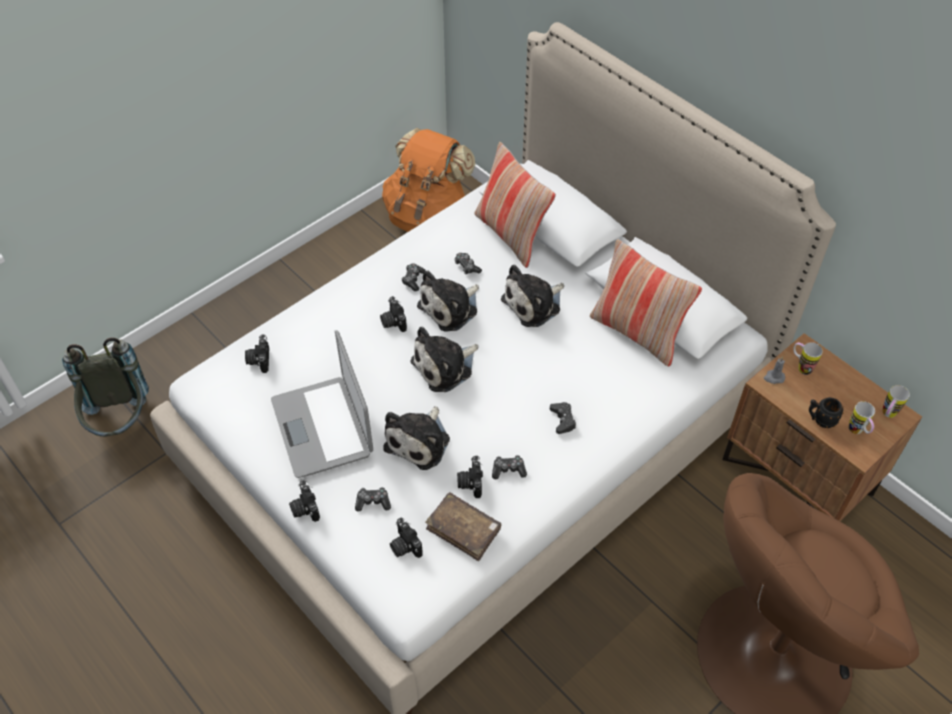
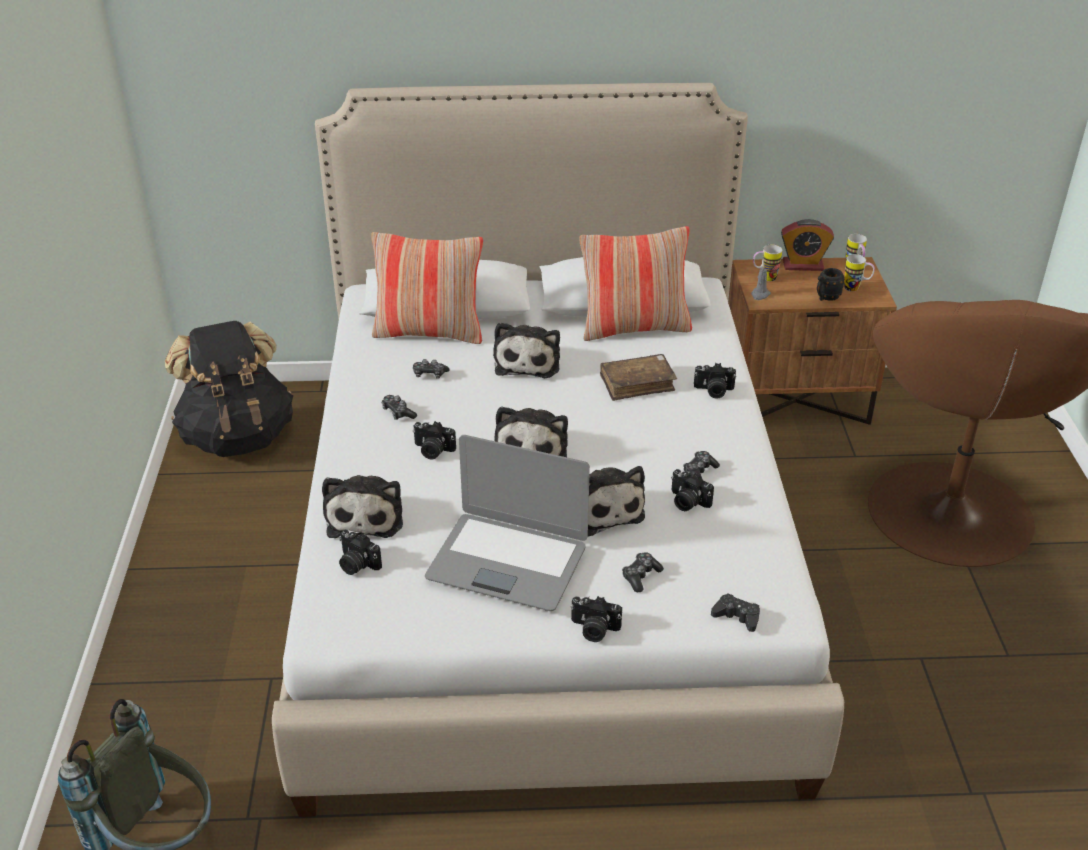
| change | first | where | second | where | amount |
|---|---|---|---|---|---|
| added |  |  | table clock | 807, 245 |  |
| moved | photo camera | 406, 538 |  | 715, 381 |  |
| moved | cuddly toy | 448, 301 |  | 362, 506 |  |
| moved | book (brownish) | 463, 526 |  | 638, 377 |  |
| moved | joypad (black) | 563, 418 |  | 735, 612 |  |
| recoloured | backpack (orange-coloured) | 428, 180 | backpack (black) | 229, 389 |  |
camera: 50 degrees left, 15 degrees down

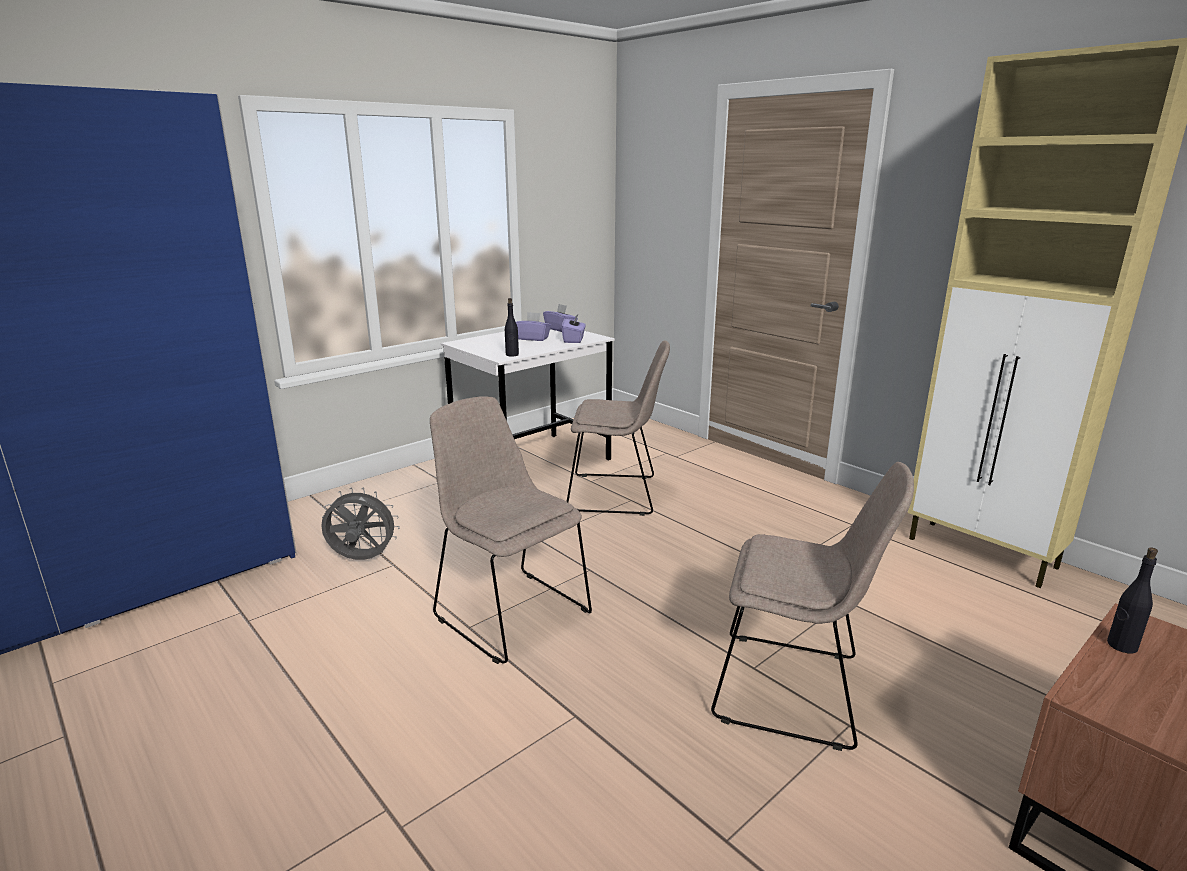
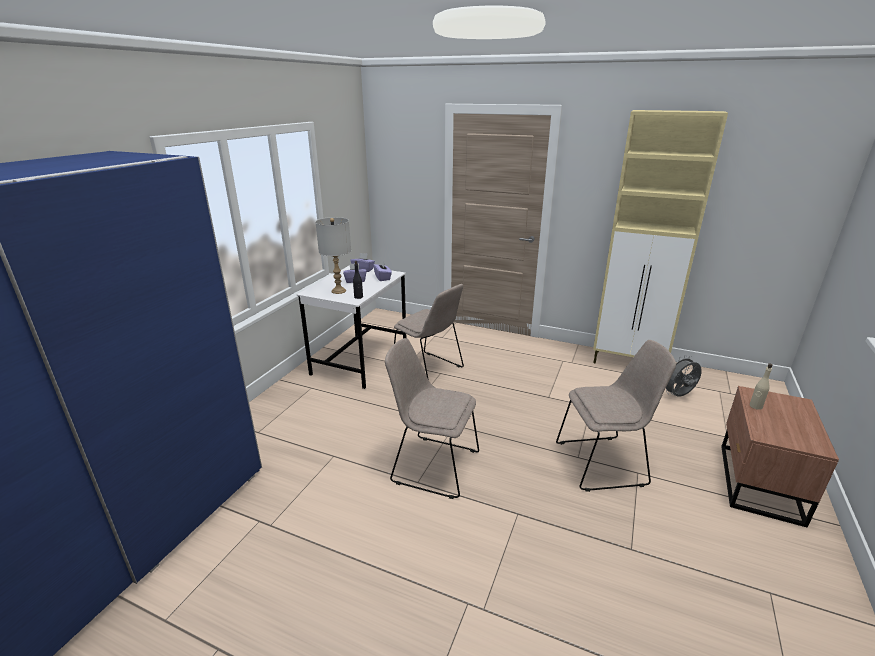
| change | first | where | second | where | amount |
|---|---|---|---|---|---|
| added |  |  | table lamp (gray) | 333, 255 |  |
| moved | fan (gray) | 360, 523 |  | 684, 376 |  |
| recoloured | drink bottle (black) | 1132, 600 | drink bottle (beige-coloured) | 761, 386 |  |
| turned | upright chair (beige-coloured) | 618, 428 |  | 429, 332 | 60 degrees clockwise |
camera: 25 degrees left, 5 degrees up

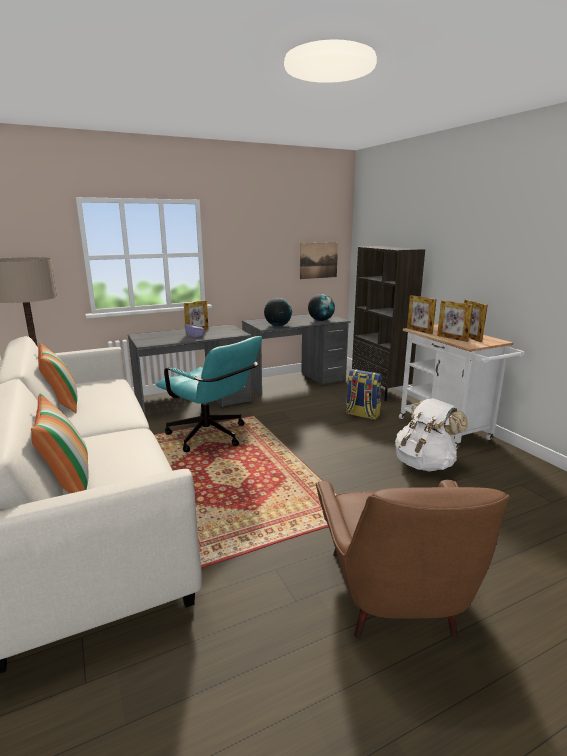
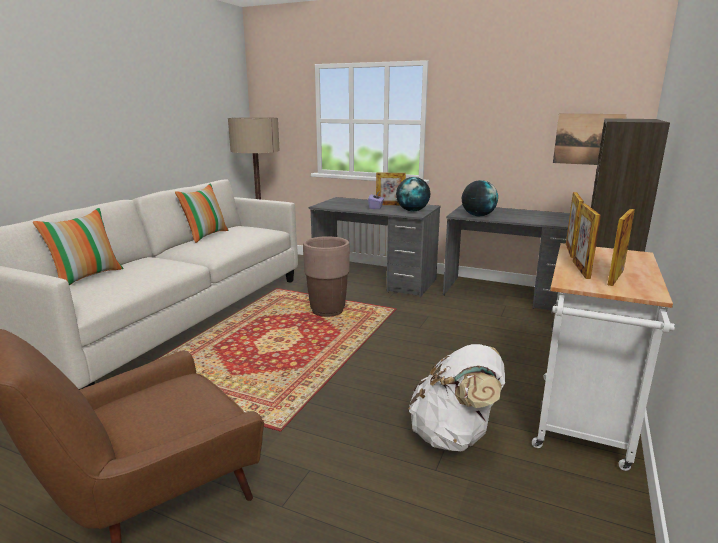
| change | first | where | second | where | amount |
|---|---|---|---|---|---|
| removed | backpack | 364, 394 |  |  |  |
| moved | desk globe | 321, 307 |  | 413, 194 |  |
| replaced | desk chair (turquoise) | 209, 394 | flower pot (brownish) | 326, 276 |  |
camera: 50 degrees right, 0 degrees up

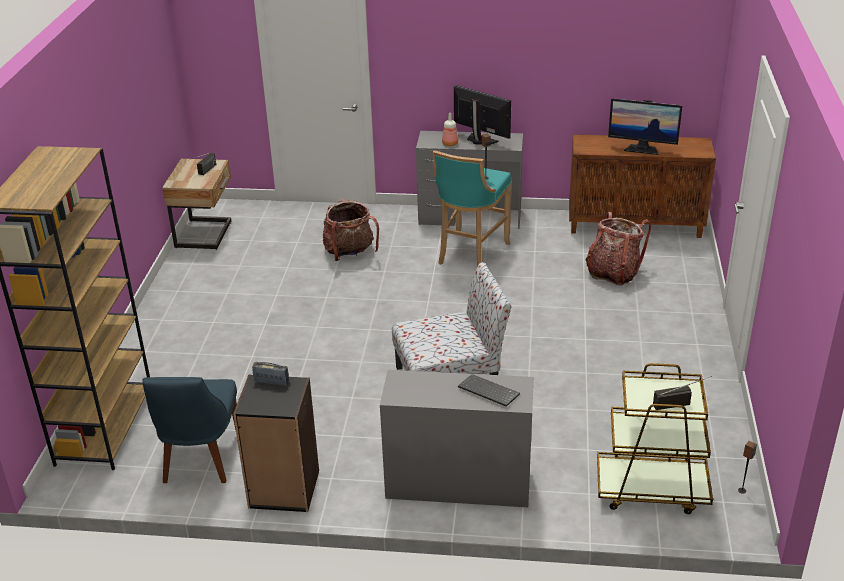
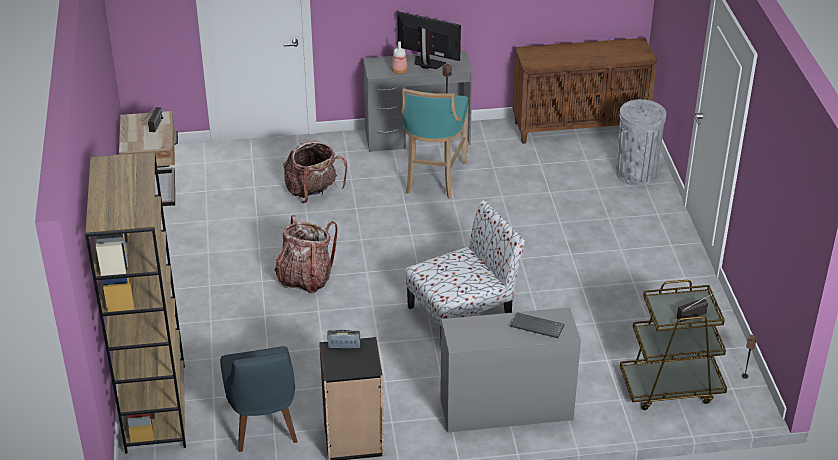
| change | first | where | second | where | amount |
|---|---|---|---|---|---|
| removed | computer screen | 645, 126 |  |  |  |
| added |  |  | rubbish bin (gray) | 641, 142 |  |
| moved | backpack | 618, 249 |  | 306, 254 |  |
camera: 15 degrees left, 5 degrees up

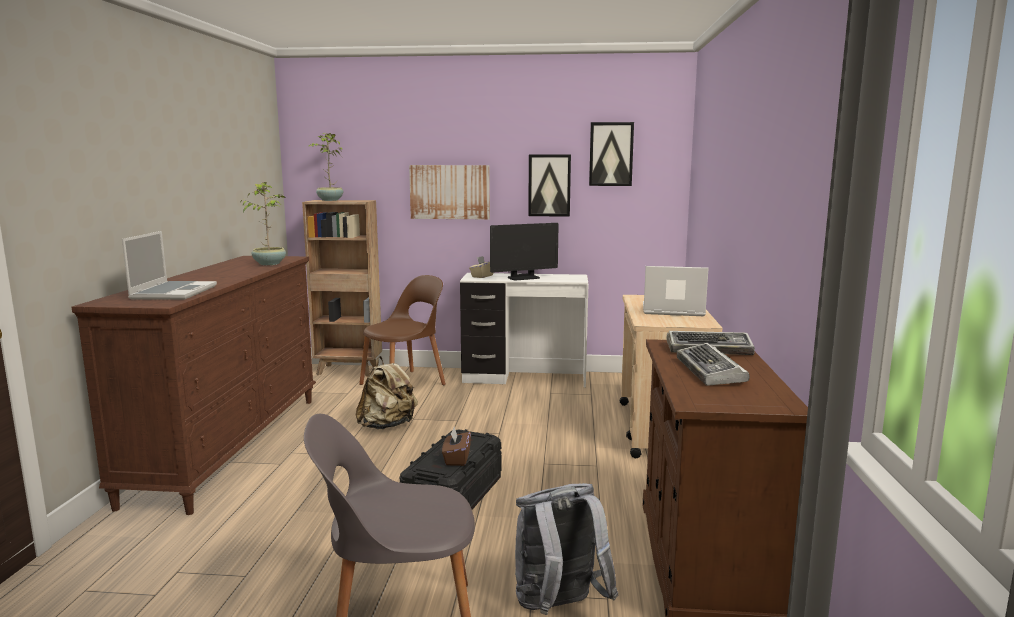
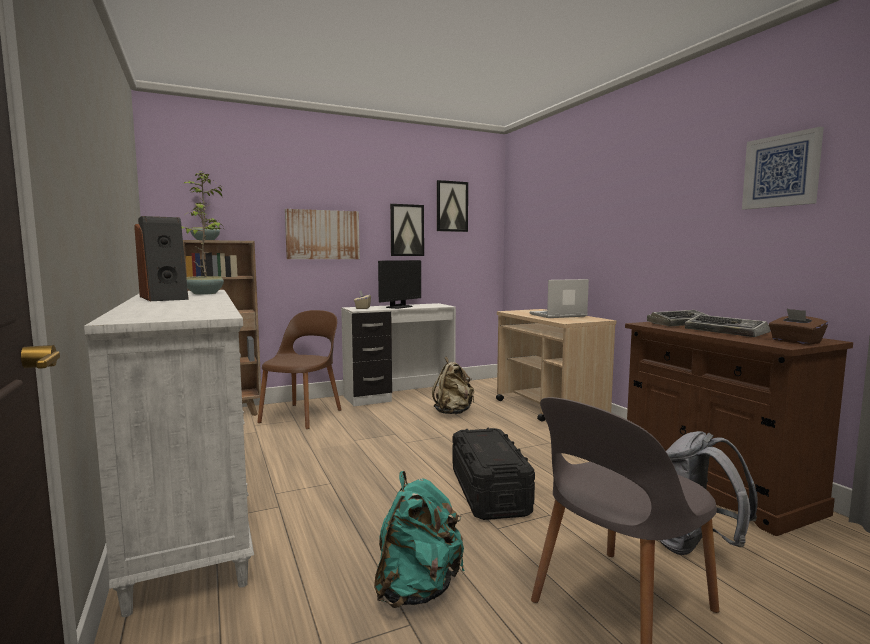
| change | first | where | second | where | amount |
|---|---|---|---|---|---|
| removed | laptop | 169, 265 |  |  |  |
| added |  |  | speaker | 161, 258 |  |
| added |  |  | backpack (turquoise) | 419, 539 |  |
| added |  |  | picture | 783, 168 |  |
| moved | backpack (beige-coloured) | 387, 392 |  | 453, 385 |  |
| moved | tissue box (brownish) | 456, 446 |  | 798, 327 |  |
| recoloured | drawer chest (brownish) | 193, 385 | drawer chest (whitish) | 169, 453 |  |
camera: 30 degrees left, 5 degrees down

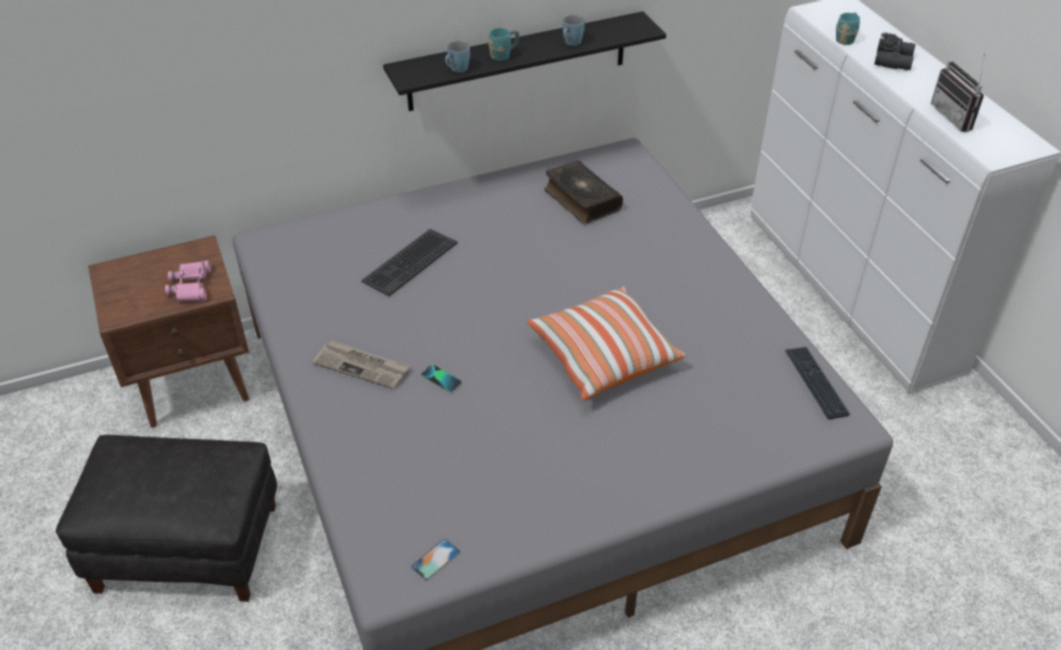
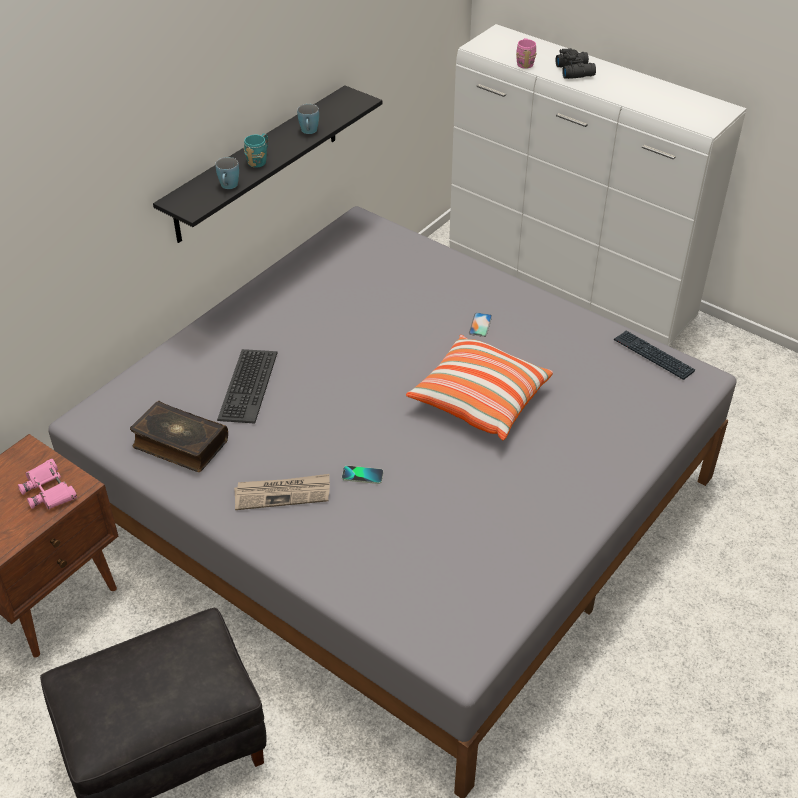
| change | first | where | second | where | amount |
|---|---|---|---|---|---|
| removed | radio set | 958, 93 |  |  |  |
| moved | phone | 435, 559 |  | 480, 324 |  |
| moved | book | 583, 192 |  | 179, 436 |  |
| recoloured | tea mug (turquoise) | 848, 28 | tea mug (pink) | 526, 53 |  |
camera: 30 degrees left, 0 degrees up

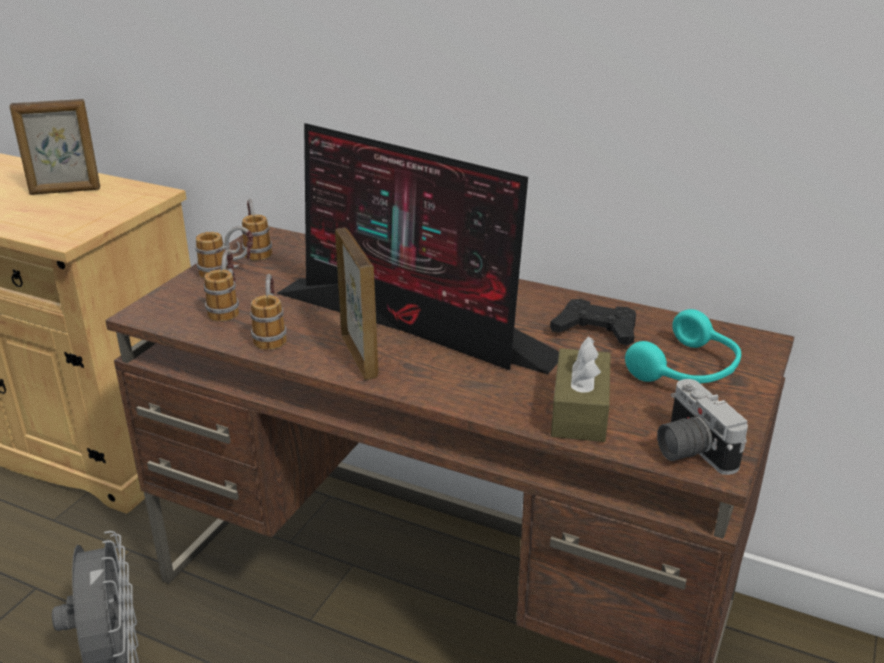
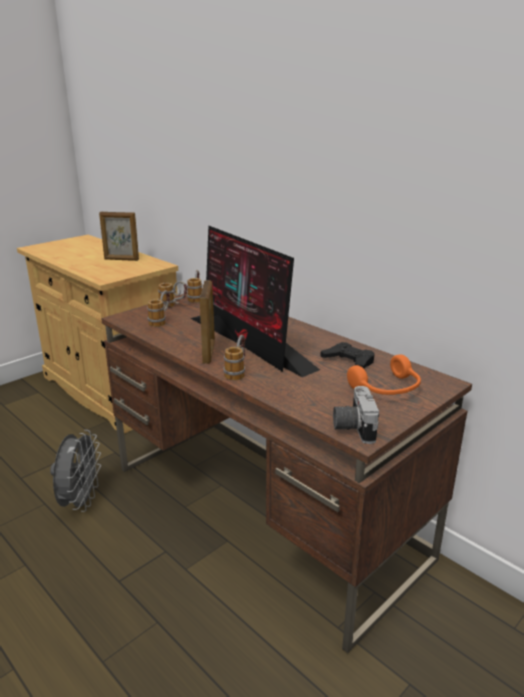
| change | first | where | second | where | amount |
|---|---|---|---|---|---|
| removed | tissue box (brownish) | 581, 389 |  |  |  |
| moved | tea mug | 268, 312 |  | 234, 358 |  |
| recoloured | headphones (turquoise) | 683, 346 | headphones (orange-coloured) | 384, 374 |  |
camera: 20 degrees right, 5 degrees down

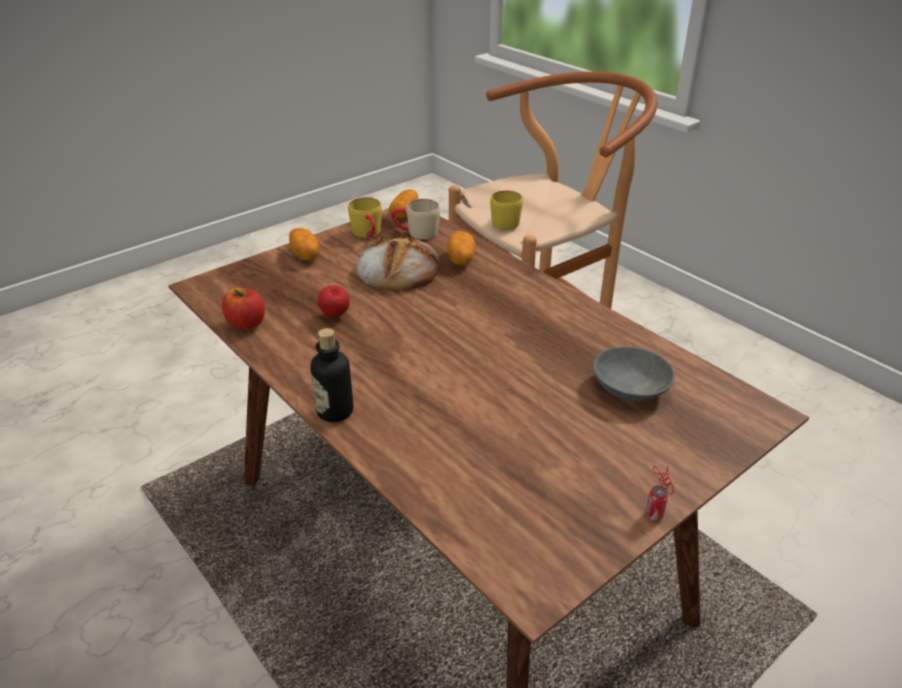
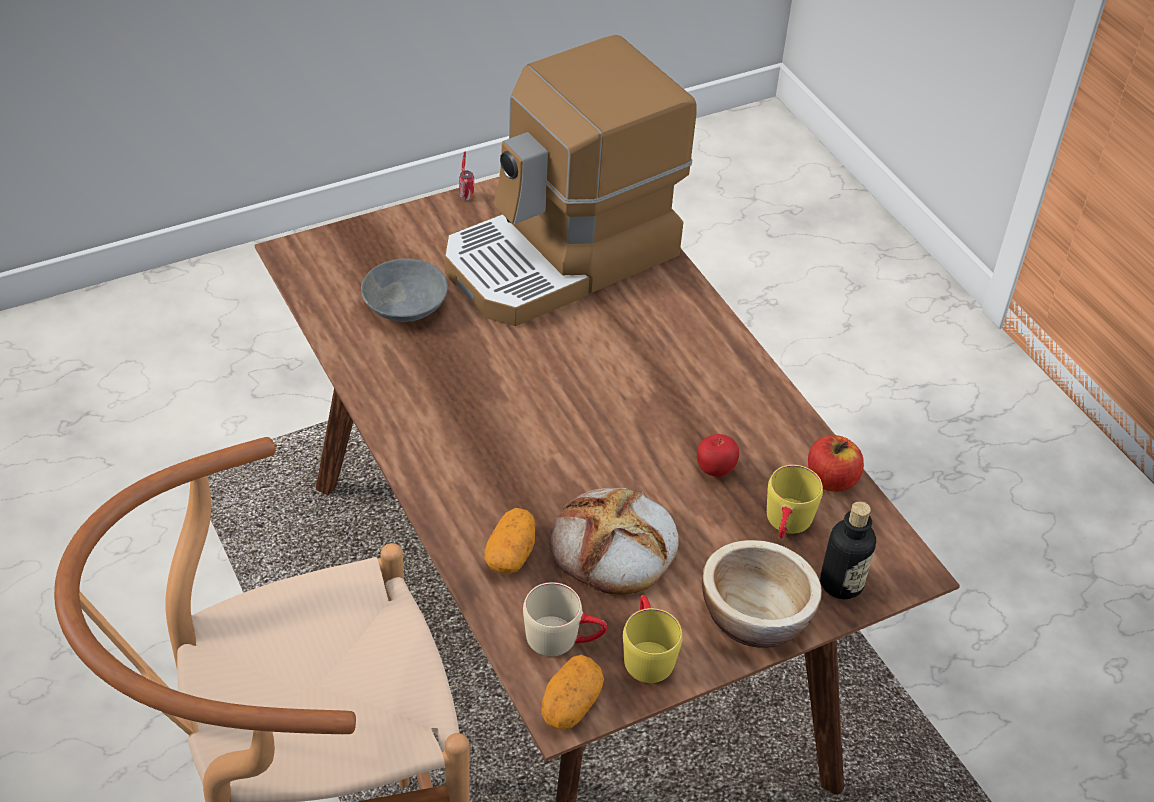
| change | first | where | second | where | amount |
|---|---|---|---|---|---|
| added |  |  | coffee maker | 570, 180 |  |
| moved | drink bottle | 331, 375 |  | 848, 550 |  |
| moved | tea mug (yellowish) | 506, 210 |  | 795, 502 |  |
| replaced | potato | 304, 244 | bowl | 762, 594 |  |
camera: 170 degrees left, 10 degrees up

